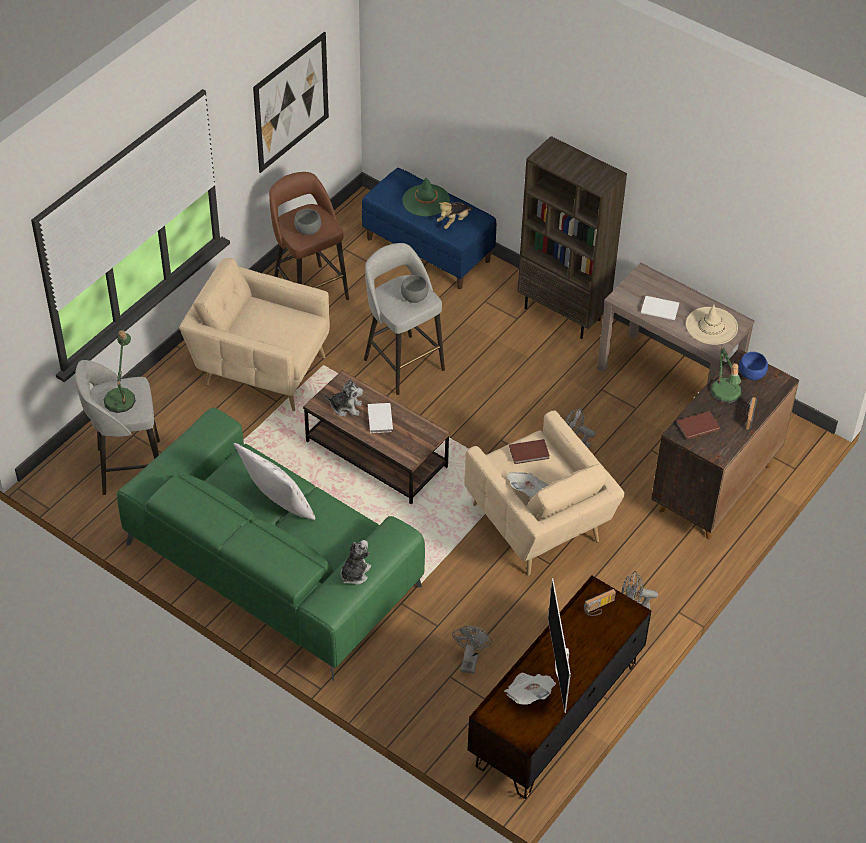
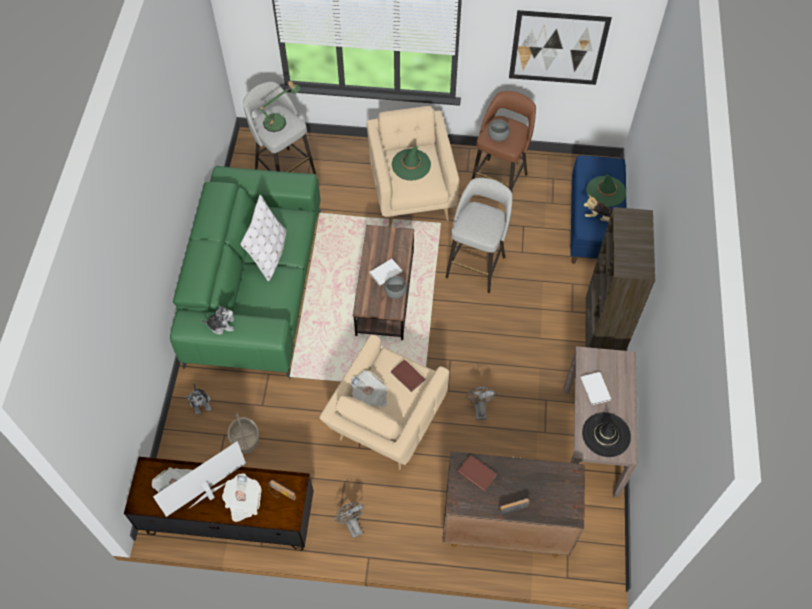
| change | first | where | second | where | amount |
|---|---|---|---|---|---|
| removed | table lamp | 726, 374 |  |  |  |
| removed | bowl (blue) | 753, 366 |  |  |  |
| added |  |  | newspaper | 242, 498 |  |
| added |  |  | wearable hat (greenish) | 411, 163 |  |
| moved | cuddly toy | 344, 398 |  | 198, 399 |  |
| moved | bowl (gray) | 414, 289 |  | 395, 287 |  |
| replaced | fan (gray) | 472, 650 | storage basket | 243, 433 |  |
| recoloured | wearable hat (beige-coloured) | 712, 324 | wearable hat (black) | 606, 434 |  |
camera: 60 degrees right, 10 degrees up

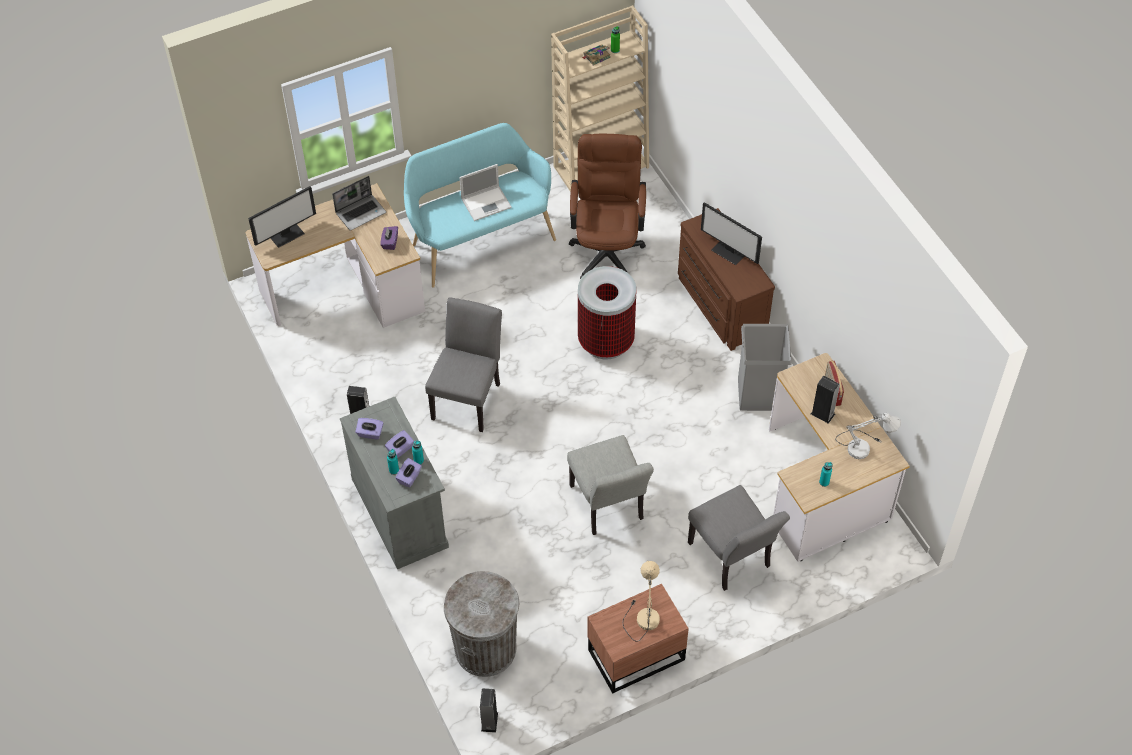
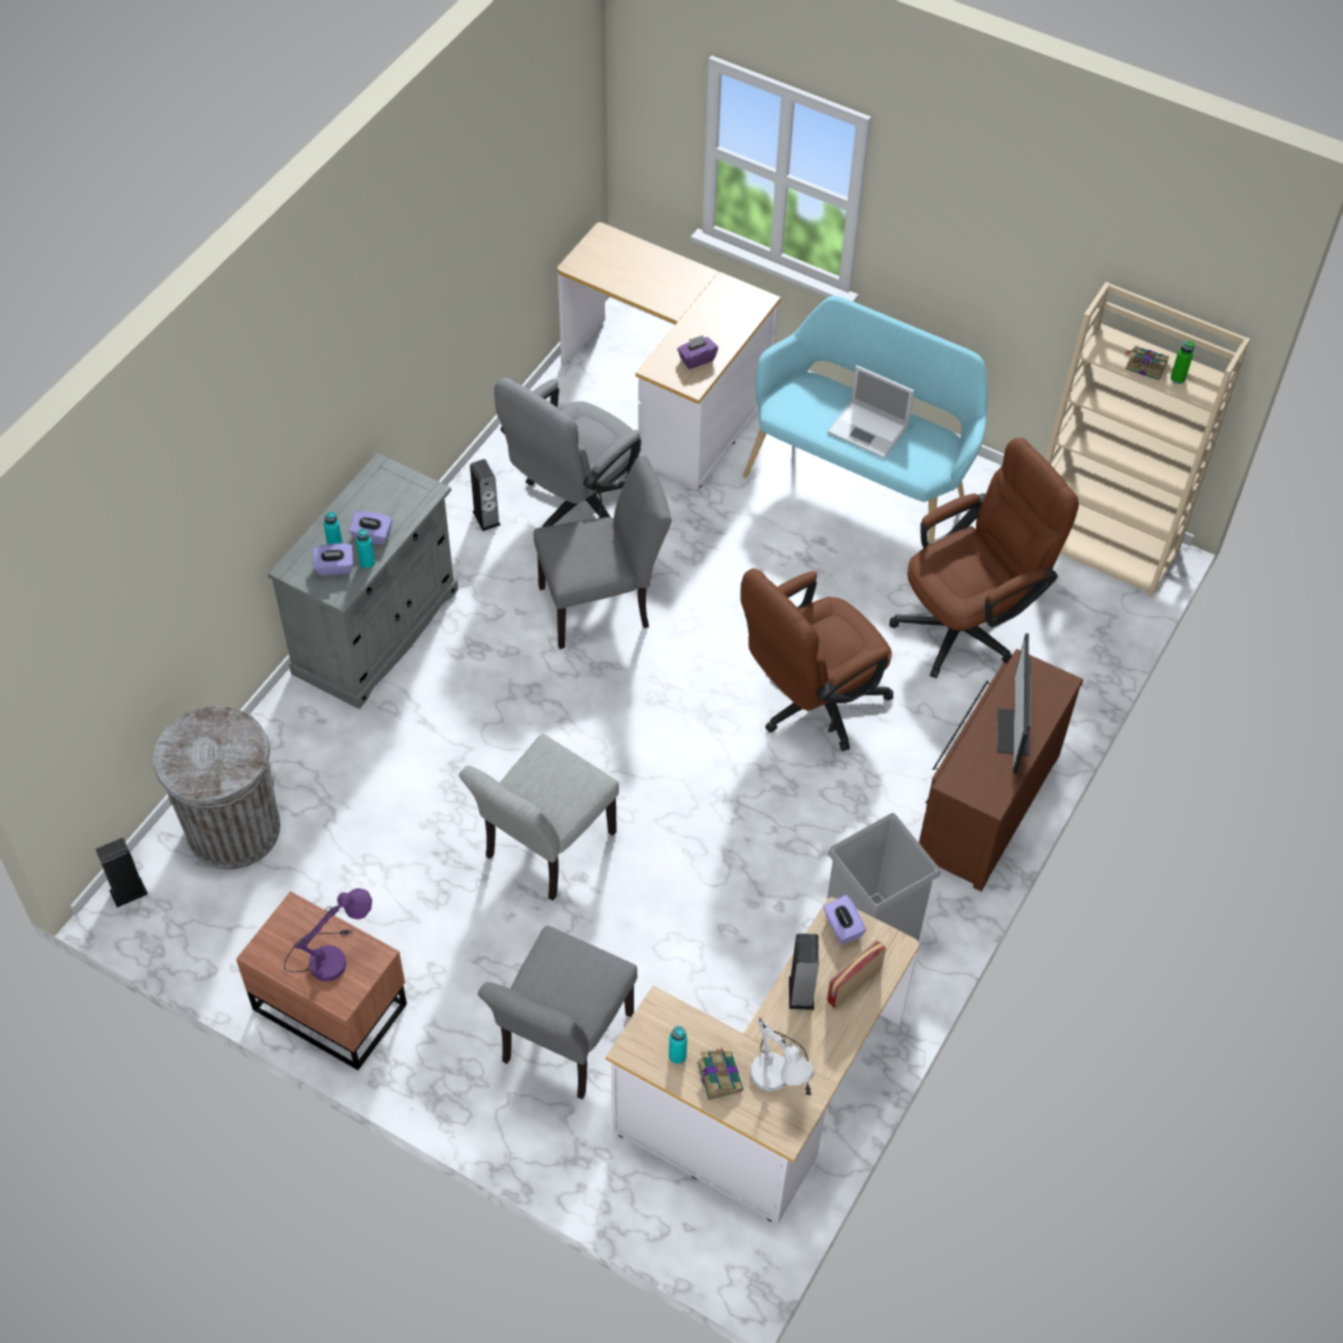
| change | first | where | second | where | amount |
|---|---|---|---|---|---|
| removed | computer screen | 282, 217 |  |  |  |
| removed | laptop | 359, 203 |  |  |  |
| added |  |  | desk chair (gray) | 568, 452 |  |
| added |  |  | book | 720, 1074 |  |
| moved | tissue box (purple-coloured) | 369, 429 |  | 844, 919 |  |
| replaced | rubbish bin | 607, 313 | desk chair (brownish) | 816, 660 |  |
| recoloured | table lamp (beige-coloured) | 641, 601 | table lamp (purple-coloured) | 328, 934 |  |
camera: 55 degrees right, 0 degrees up

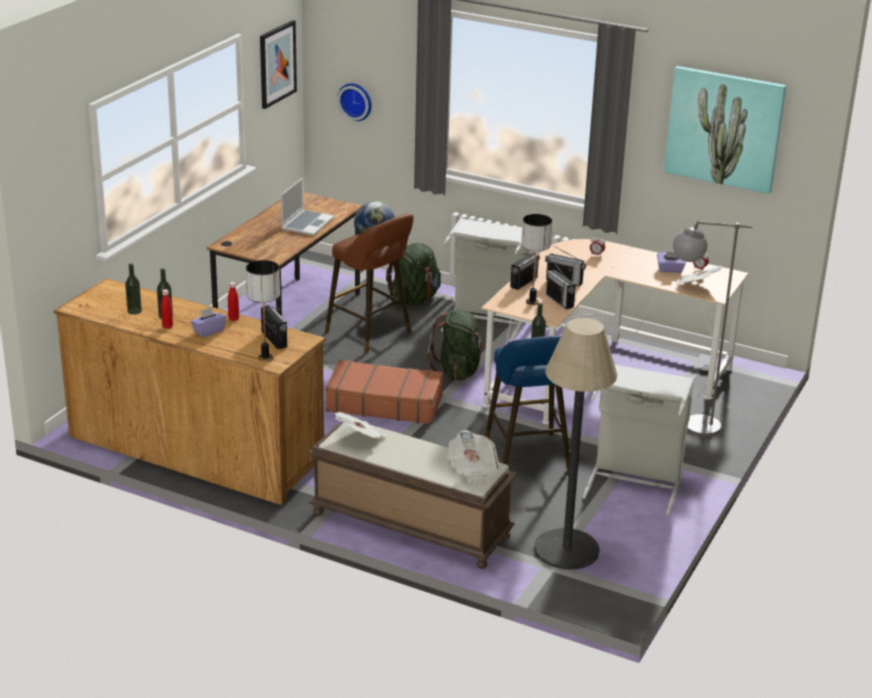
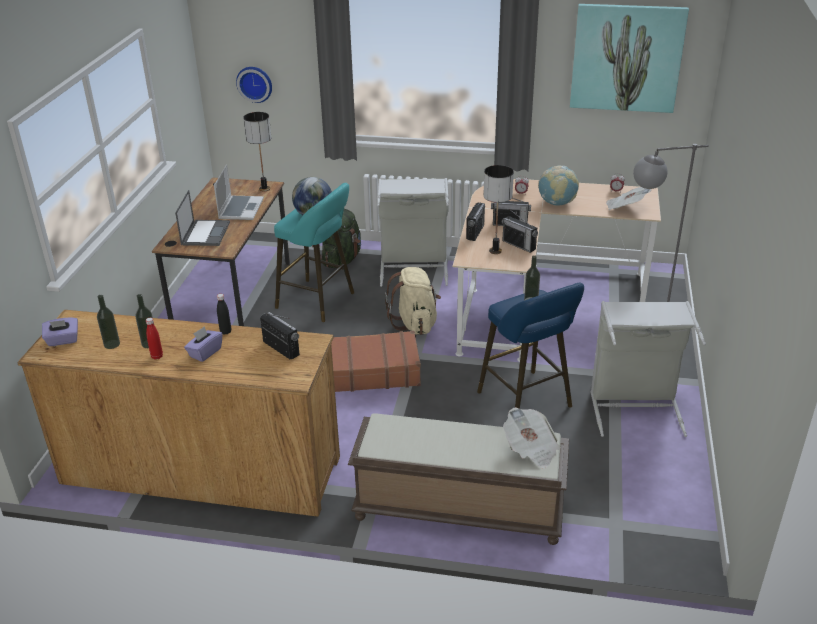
| change | first | where | second | where | amount |
|---|---|---|---|---|---|
| removed | picture | 278, 64 |  |  |  |
| removed | newspaper | 361, 425 |  |  |  |
| removed | standing lamp | 576, 444 |  |  |  |
| added |  |  | laptop | 202, 218 |  |
| added |  |  | desk globe | 558, 185 |  |
| moved | table lamp | 263, 311 |  | 257, 152 |  |
| moved | tissue box (purple-coloured) | 671, 262 |  | 60, 332 |  |
| recoloured | drink bottle (red-coloured) | 233, 301 | drink bottle (black) | 224, 314 |  |
| recoloured | stool (brownish) | 369, 283 | stool (turquoise) | 314, 252 |  |
| recoloured | backpack (greenish) | 456, 345 | backpack (beige-coloured) | 413, 301 |  |
camera: 15 degrees left, 5 degrees up

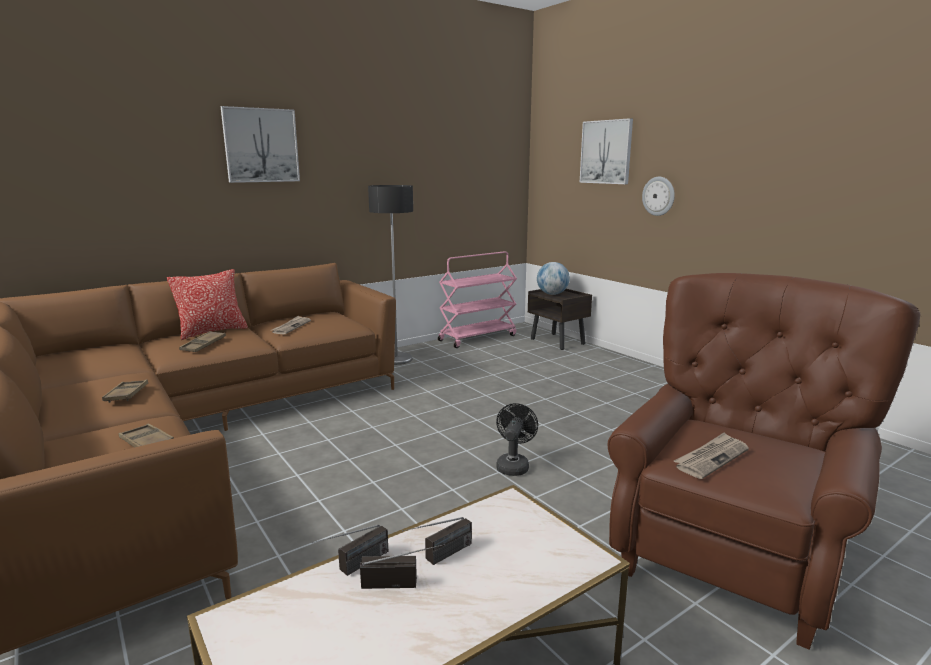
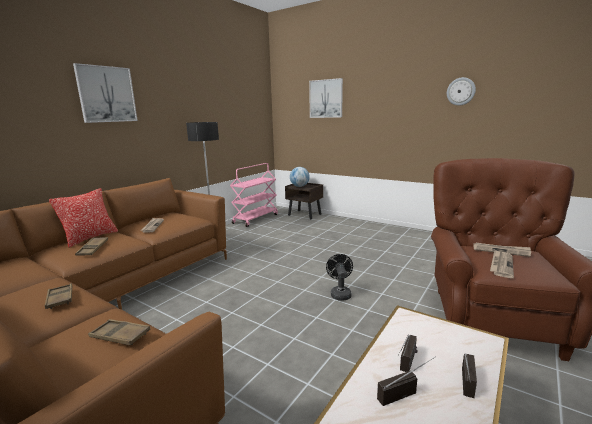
| change | first | where | second | where | amount |
|---|---|---|---|---|---|
| added |  |  | newspaper | 502, 250 |  |
| moved | radio set | 350, 550 |  | 469, 376 |  |
| moved | clock on the wall | 658, 196 |  | 461, 91 |  |
camera: 20 degrees left, 0 degrees up

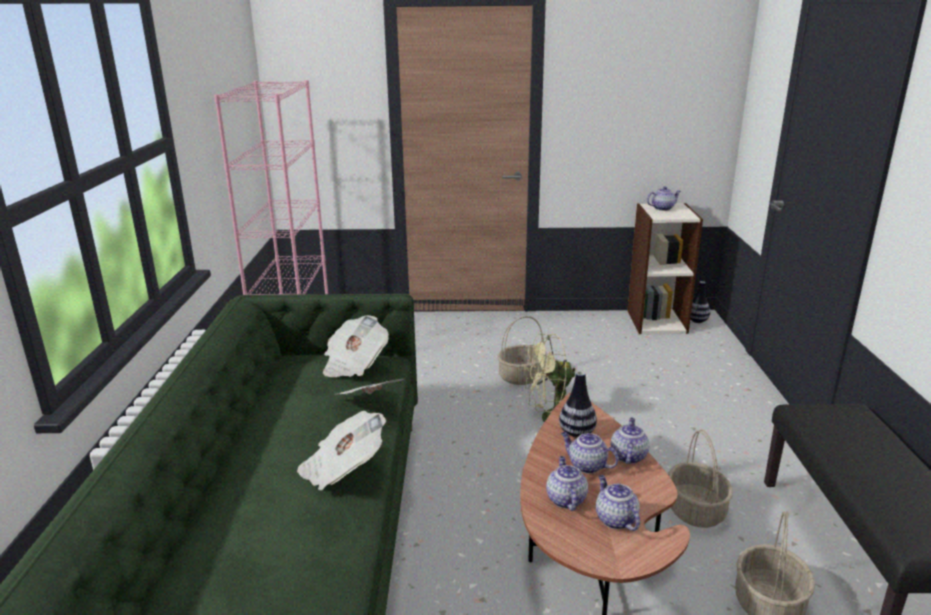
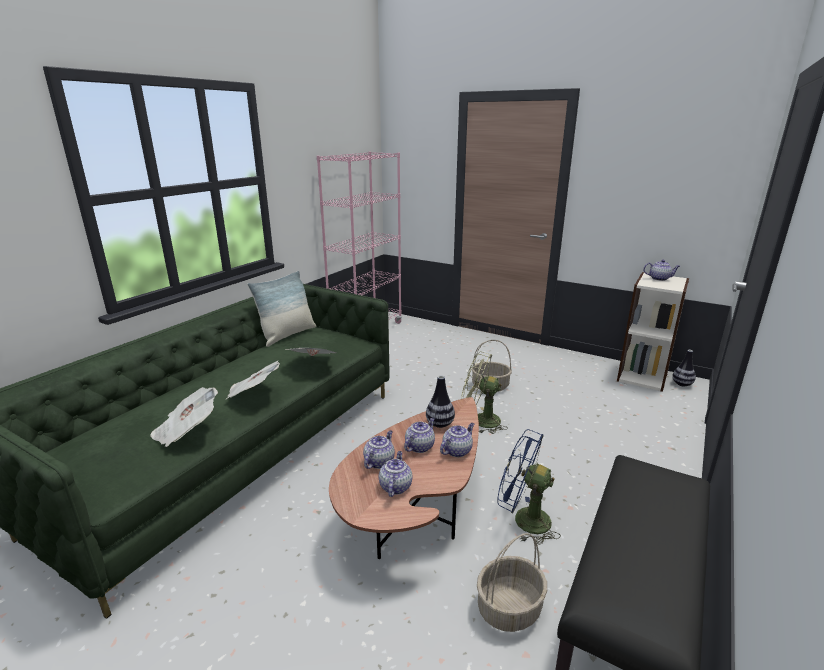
| change | first | where | second | where | amount |
|---|---|---|---|---|---|
| added |  |  | cushion | 281, 308 |  |
| moved | newspaper | 356, 346 |  | 184, 417 |  |
| replaced | storage basket | 700, 478 | fan (blue) | 529, 487 |  |
| turned | tea pot | 590, 453 |  | 419, 435 | 60 degrees clockwise |
camera: 30 degrees right, 0 degrees up

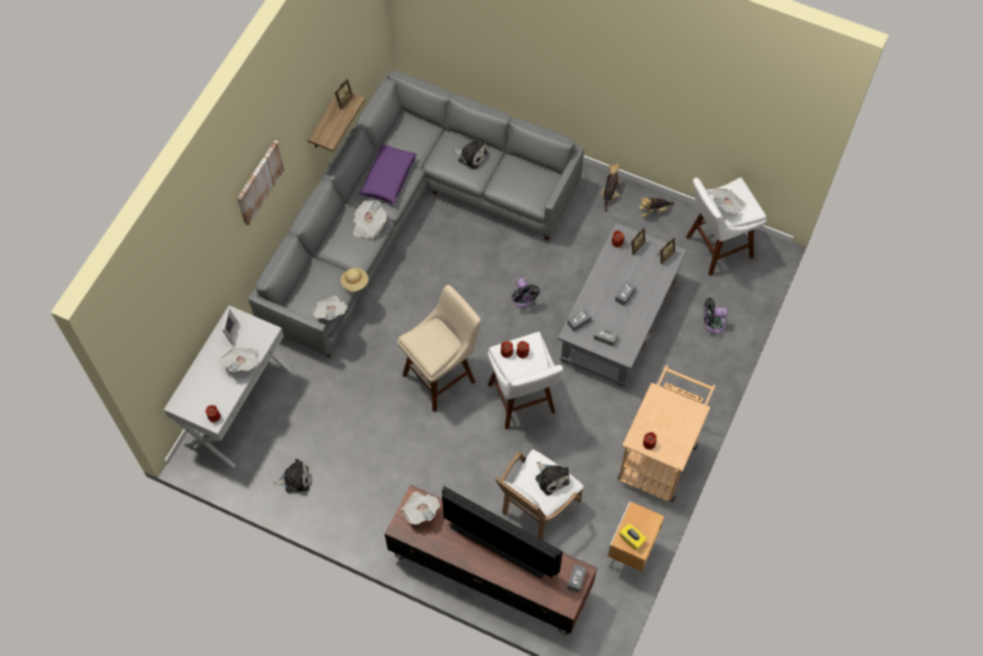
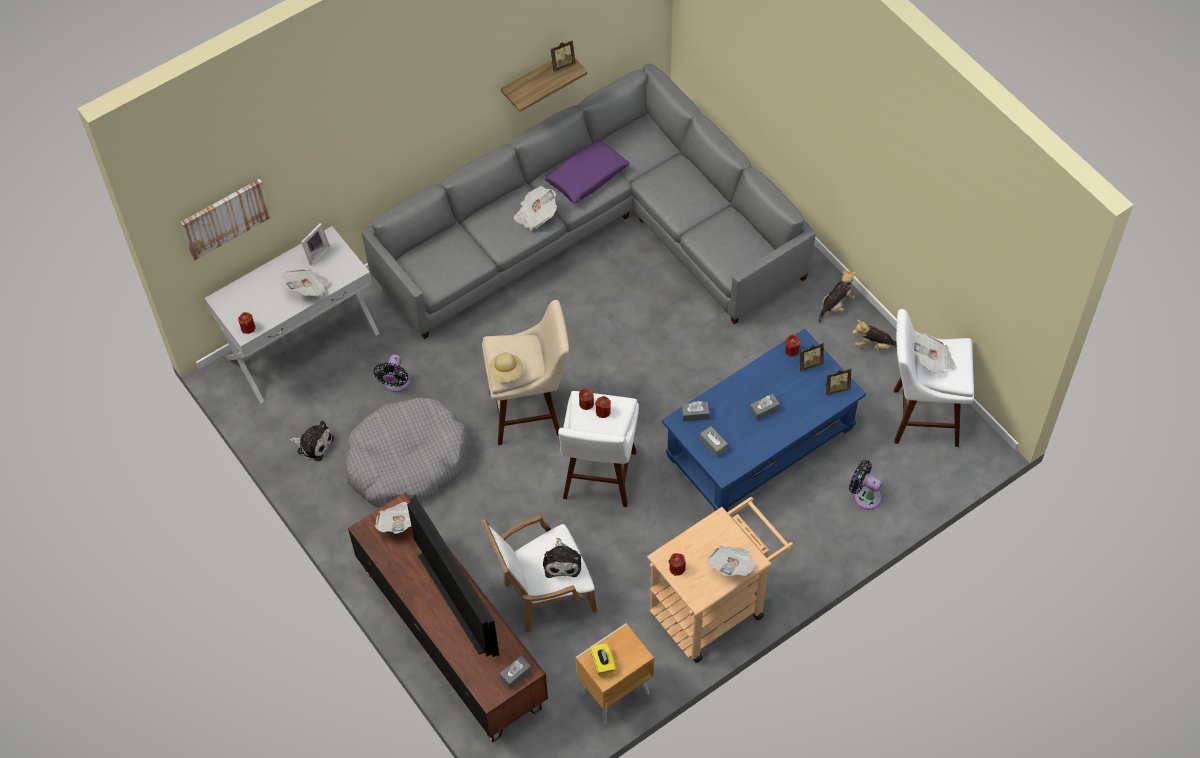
| change | first | where | second | where | amount |
|---|---|---|---|---|---|
| removed | cuddly toy | 470, 153 |  |  |  |
| added |  |  | pet bed (gray) | 408, 453 |  |
| moved | picture | 261, 183 |  | 226, 220 |  |
| moved | newspaper | 330, 308 |  | 731, 561 |  |
| moved | wearable hat (beige-coloured) | 355, 279 |  | 506, 367 |  |
| moved | fan (black) | 526, 292 |  | 391, 373 |  |
| recoloured | coffee table (gray) | 622, 305 | coffee table (blue) | 764, 420 |  |
camera: 30 degrees right, 5 degrees down

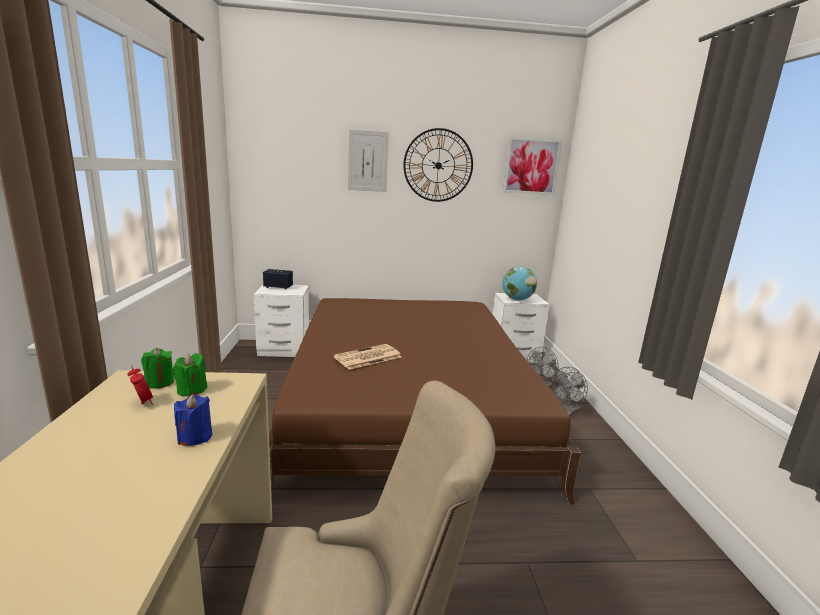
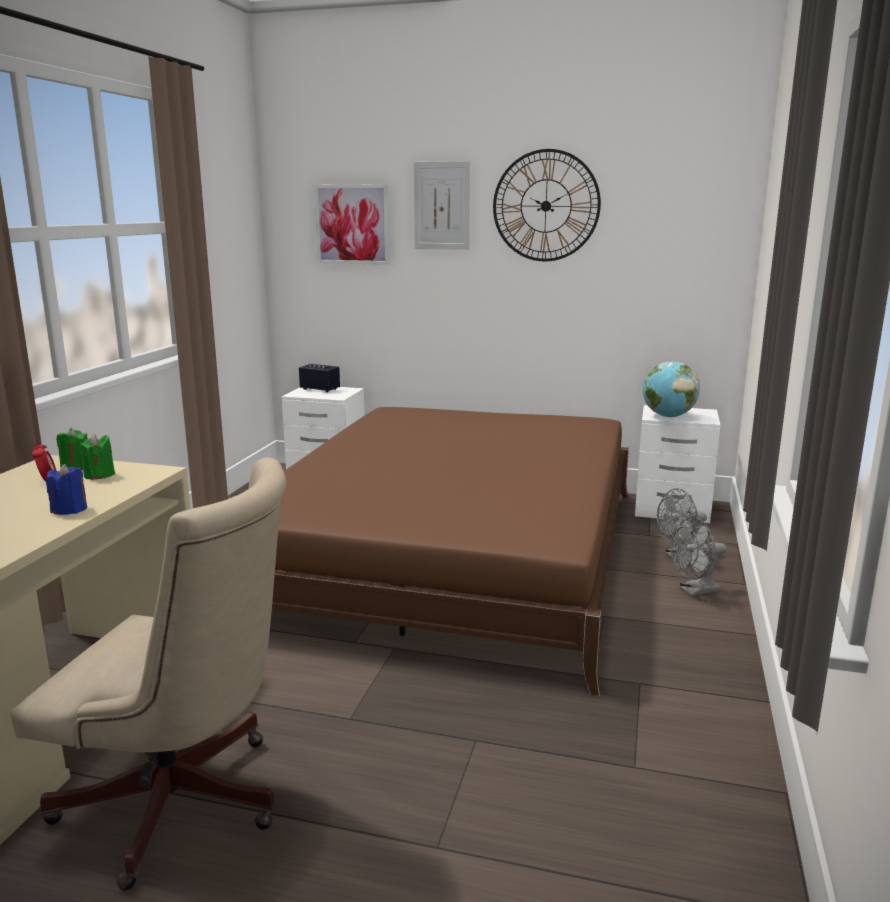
| change | first | where | second | where | amount |
|---|---|---|---|---|---|
| removed | newspaper | 367, 357 |  |  |  |
| moved | picture | 532, 166 |  | 352, 224 |  |
camera: 20 degrees right, 0 degrees up

